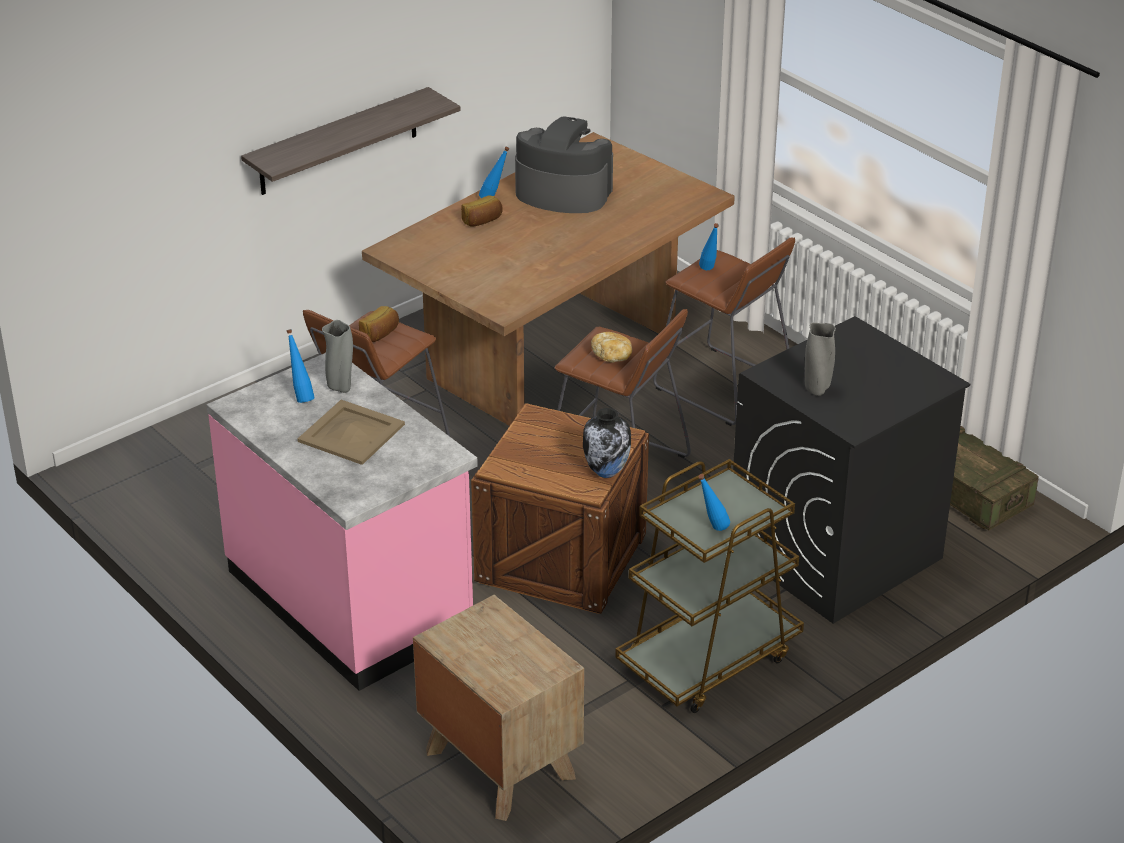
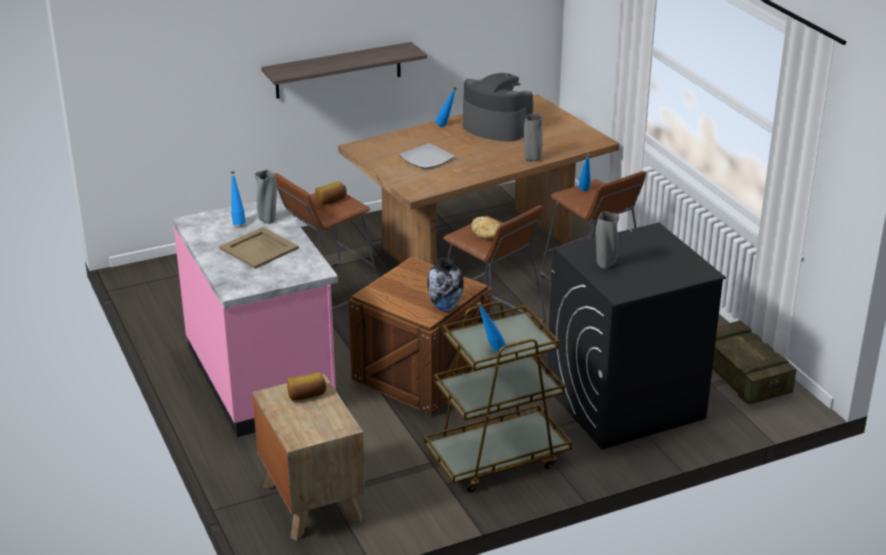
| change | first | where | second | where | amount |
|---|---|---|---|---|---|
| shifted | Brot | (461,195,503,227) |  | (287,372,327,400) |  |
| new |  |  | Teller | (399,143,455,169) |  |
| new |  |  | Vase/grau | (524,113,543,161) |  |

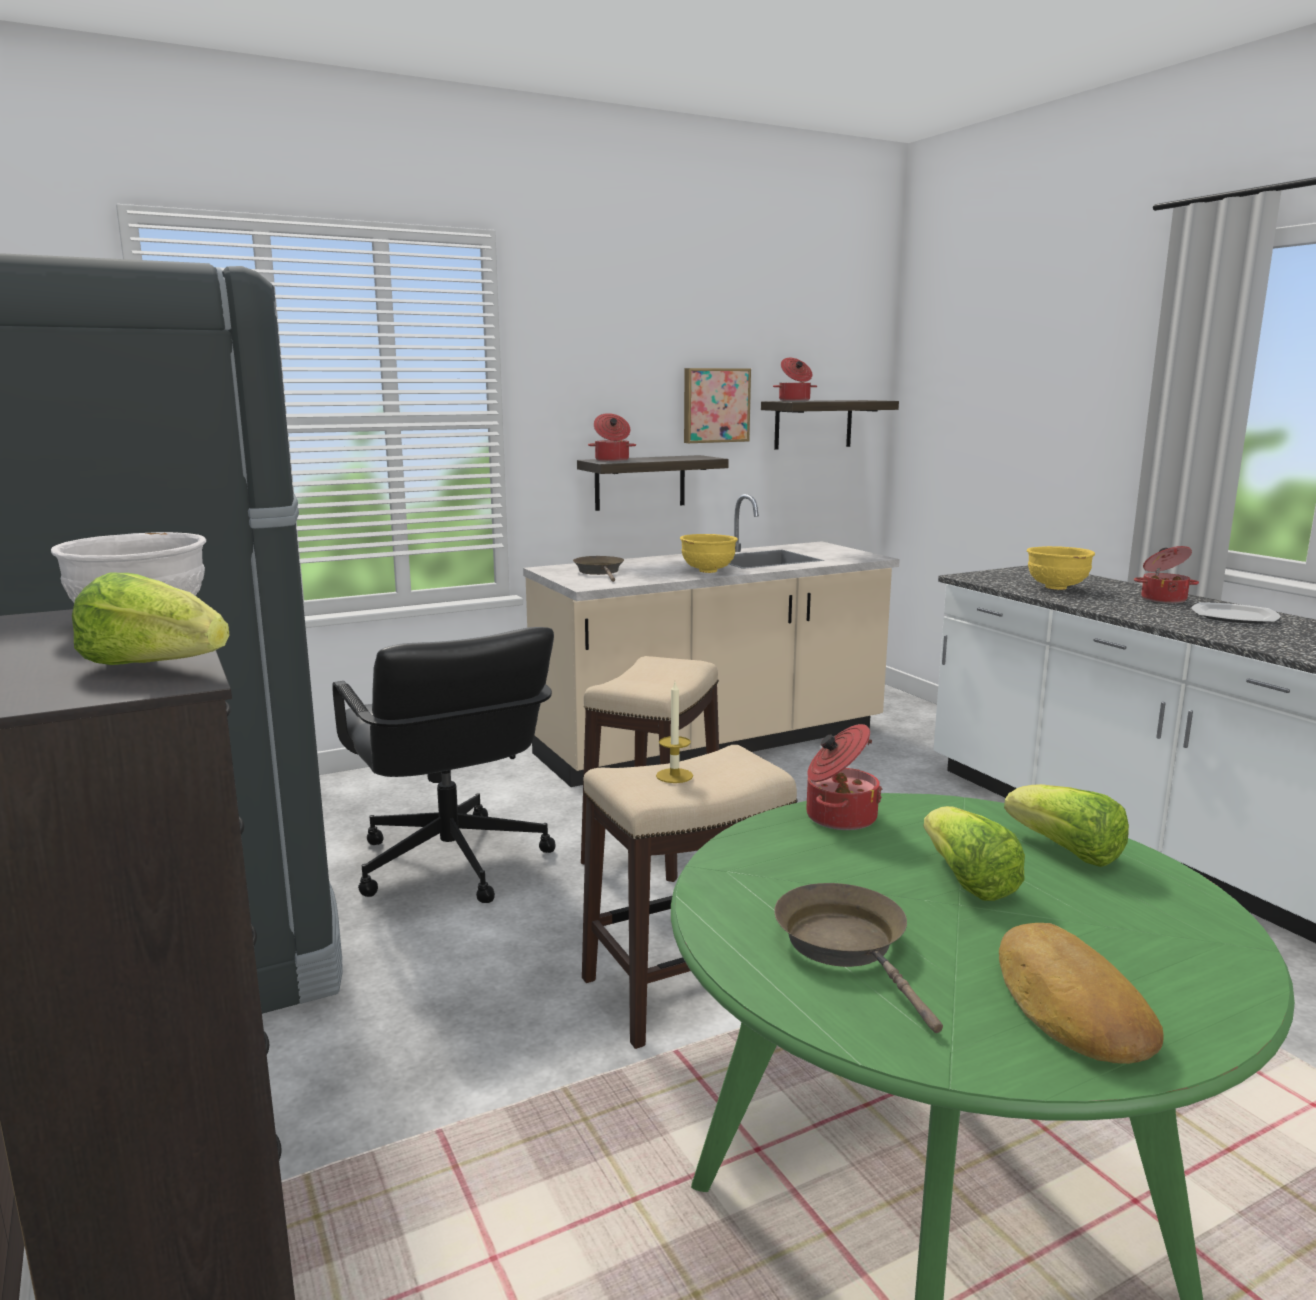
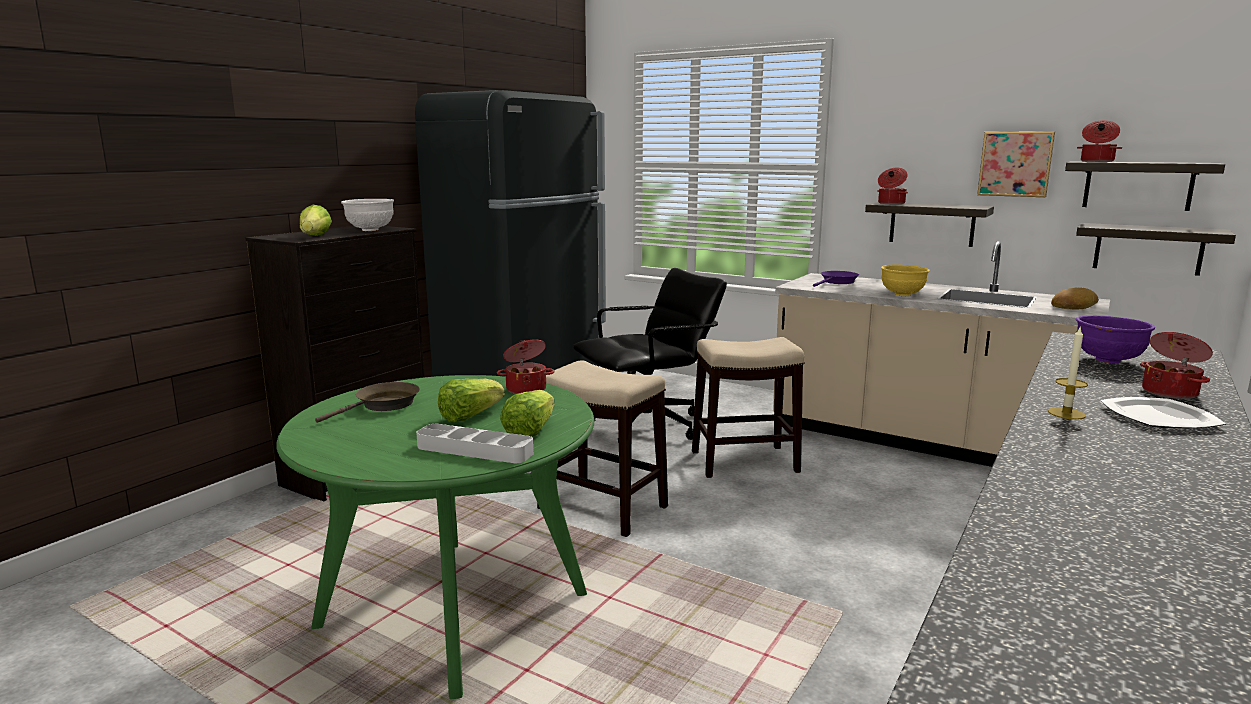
| change | first | where | second | where | amount |
|---|---|---|---|---|---|
| new |  |  | Tablett/grau | (416,424,533,463) |  |
| rotated | Bürostuhl/schwarz | (332,627,556,903) |  | (573,268,727,443) | 150 degrees counterclockwise |
| repainted | Pfanne/braun | (573,556,624,582) | Pfanne/lila | (813,271,859,287) |  |
| shifted | Kerze | (656,682,693,783) |  | (1048,328,1088,420) |  |
| shifted | Brot | (999,923,1164,1064) |  | (1051,287,1098,309) |  |
| new |  |  | Wandregal | (1076,223,1236,276) |  |
| repainted | Schüssel/gelb | (1027,546,1095,590) | Schüssel/lila | (1076,315,1155,363) |  |

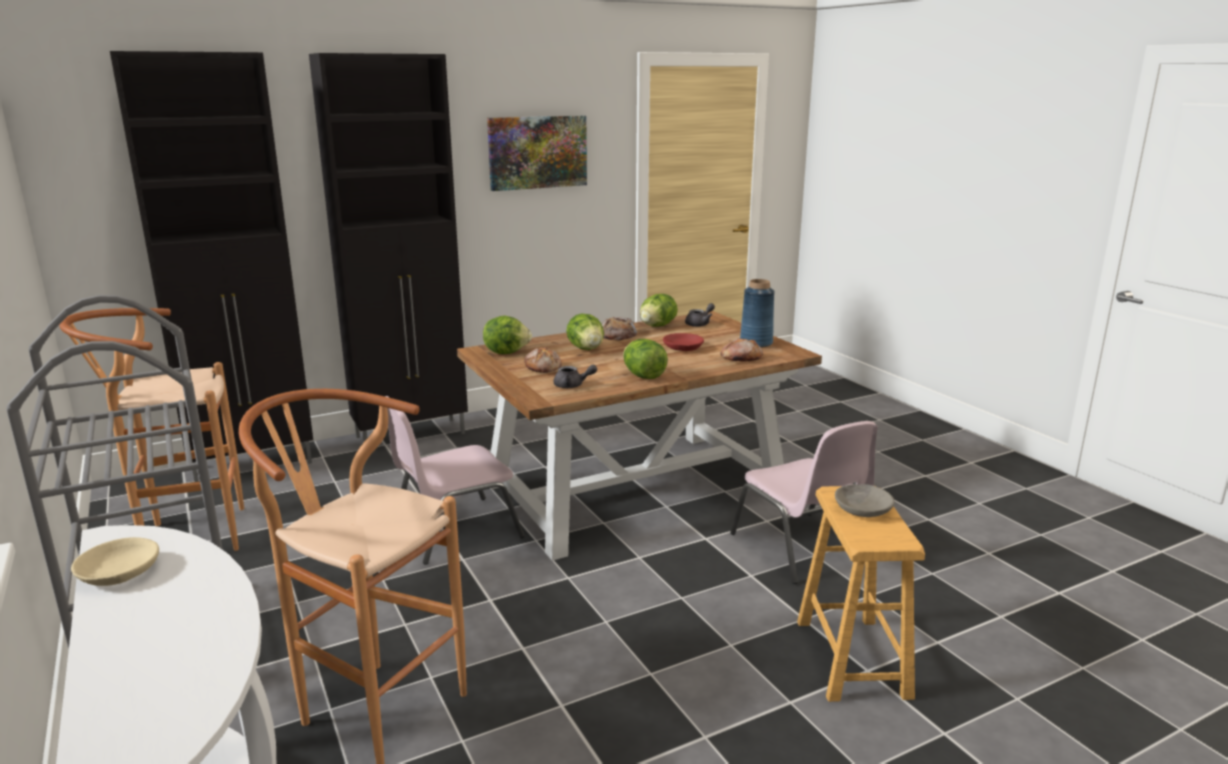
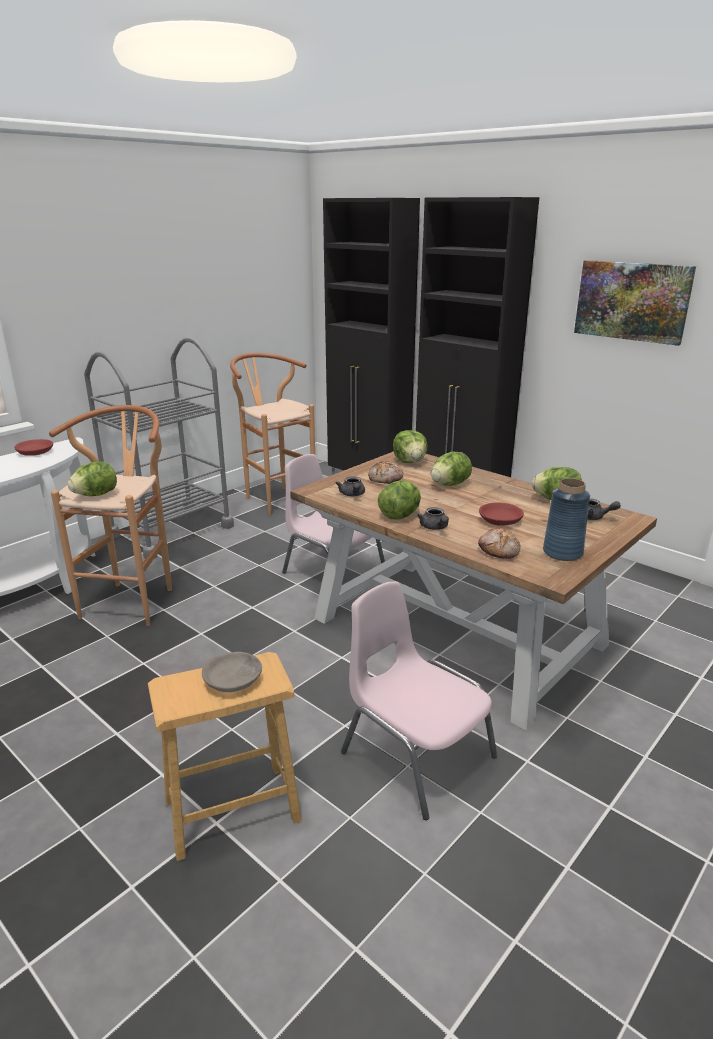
| change | first | where | second | where | amount |
|---|---|---|---|---|---|
| repainted | Schüssel/beige | (71,537,159,586) | Schüssel/rot | (14,439,53,456) |  |
| new |  |  | Salatkopf | (67,461,117,496) |  |
| rotated | Stuhl/rosa | (730,421,878,584) |  | (341,581,498,820) | 90 degrees clockwise |
| new |  |  | Teekanne/grau | (417,507,449,530) |  |
| gone | Brot | (602,317,637,340) |  |  |  |

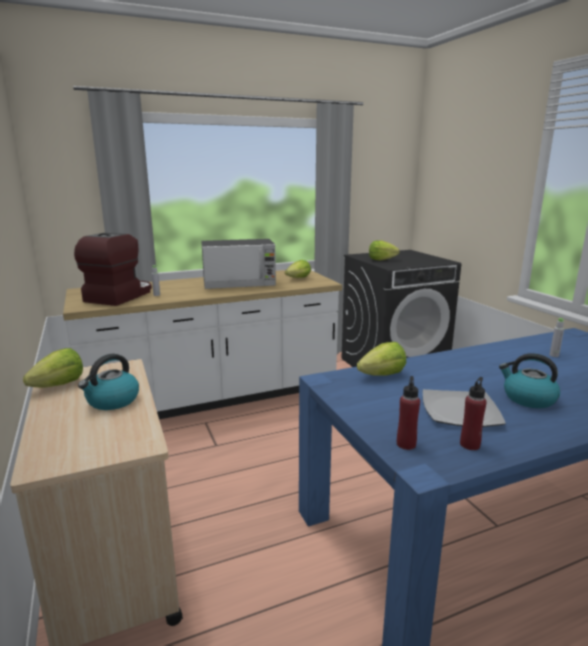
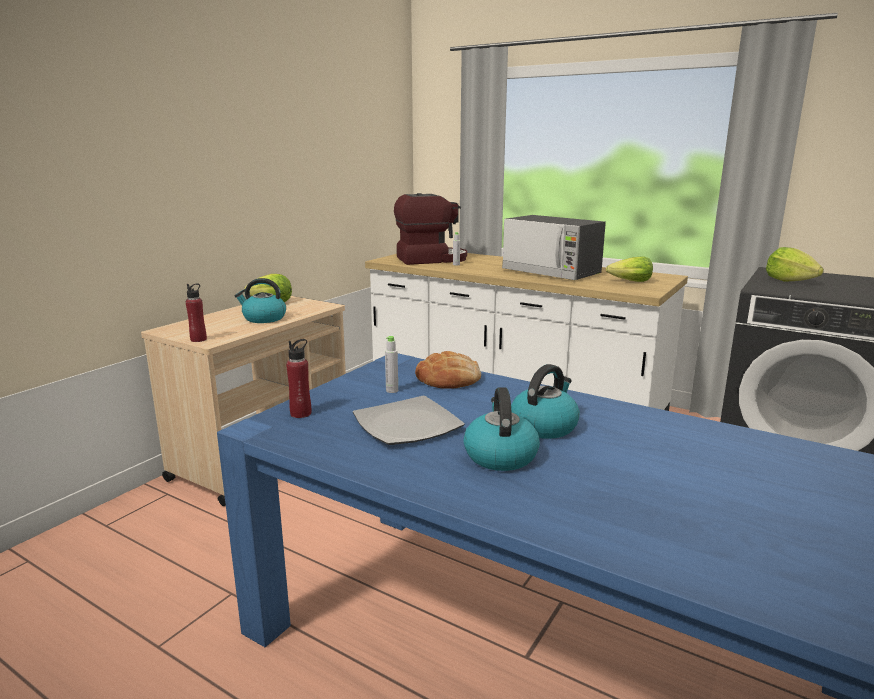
| change | first | where | second | where | amount |
|---|---|---|---|---|---|
| shifted | Flasche/rot | (460,377,487,450) |  | (186,284,207,342) |  |
| shifted | Flasche/grau | (550,318,564,357) |  | (385,336,398,393) |  |
| swapped | Salatkopf | (357,342,406,376) | Brot | (415,351,481,389) |  |
| new |  |  | Wasserkessel | (511,364,580,439) |  |

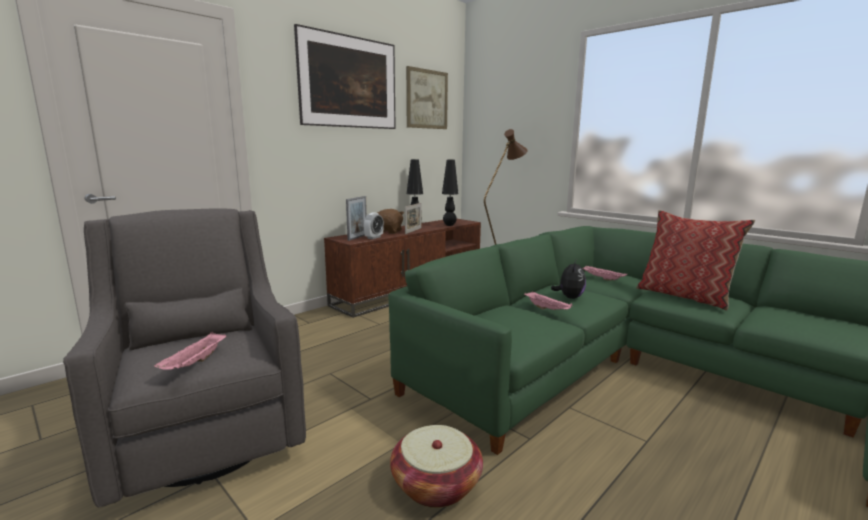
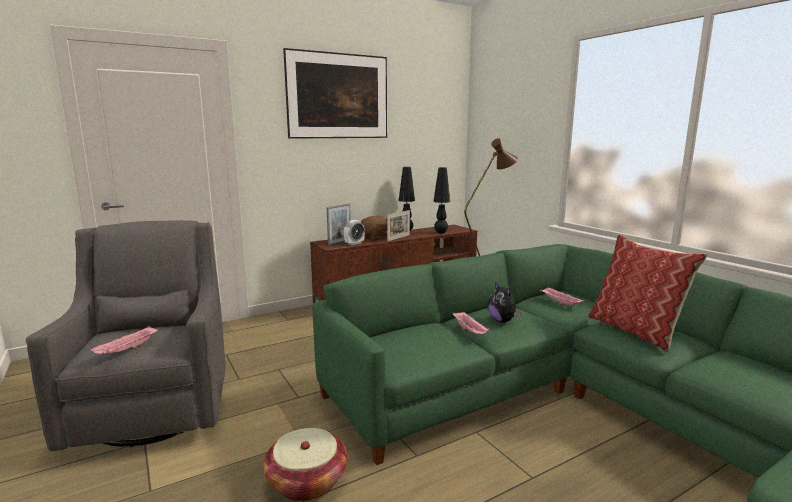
| change | first | where | second | where | amount |
|---|---|---|---|---|---|
| rotated | Plüschtier | (551,260,586,299) |  | (488,282,521,323) | 120 degrees clockwise |
| gone | Bild | (406,66,448,129) |  |  |  |

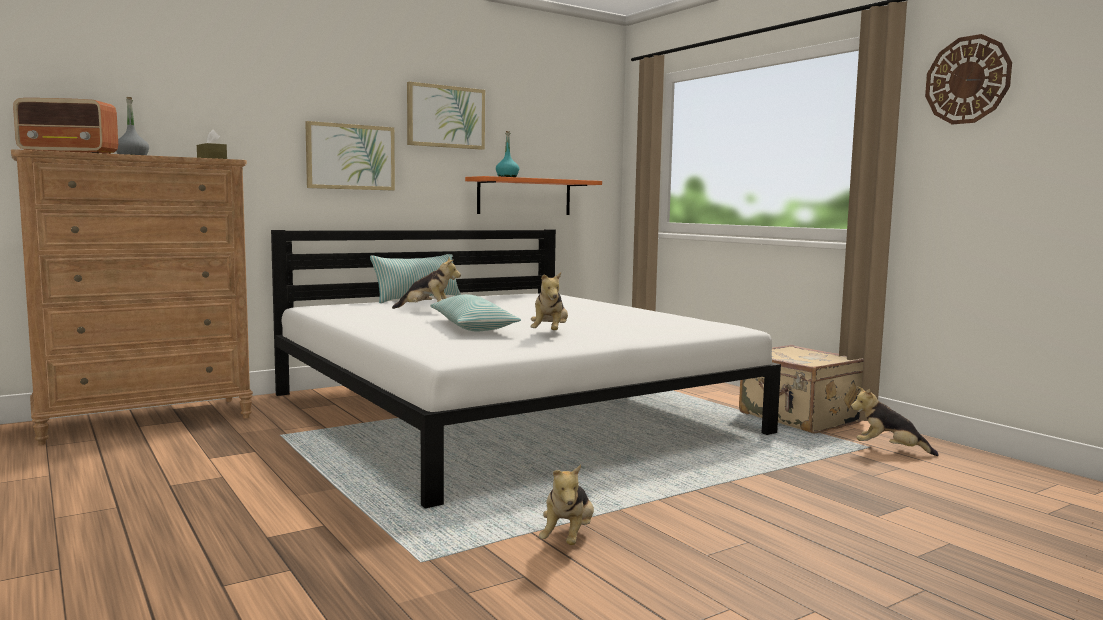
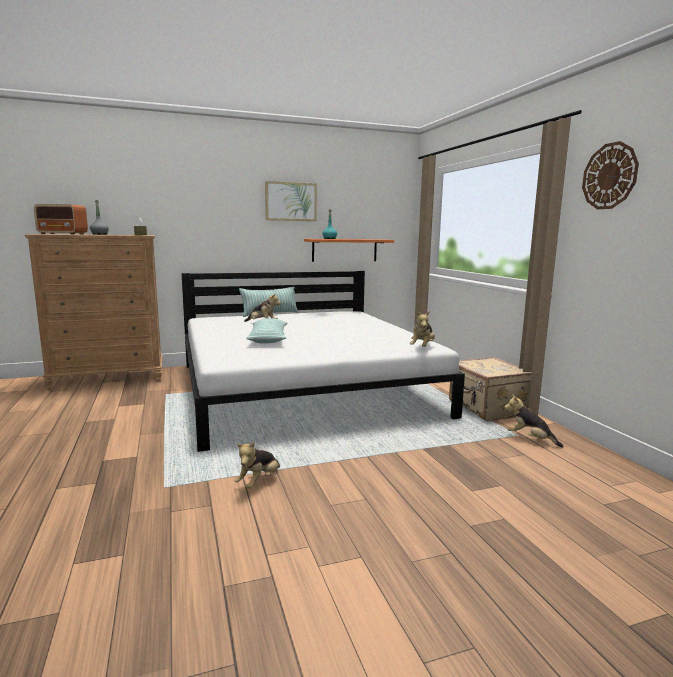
| change | first | where | second | where | amount |
|---|---|---|---|---|---|
| shifted | Plüschtier | (531,272,568,330) |  | (410,311,435,347) |  |
| gone | Bild | (305,121,395,190) |  |  |  |

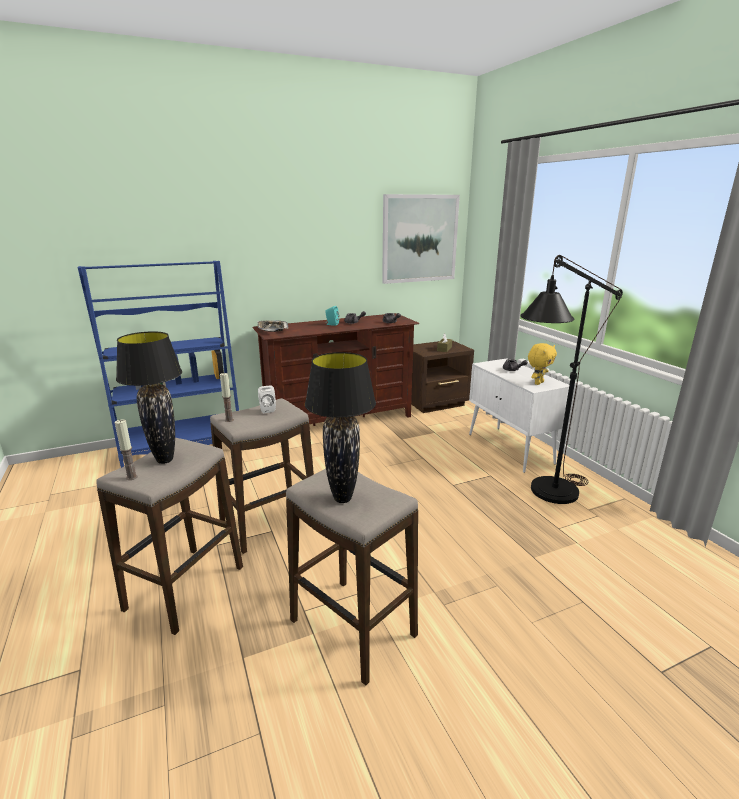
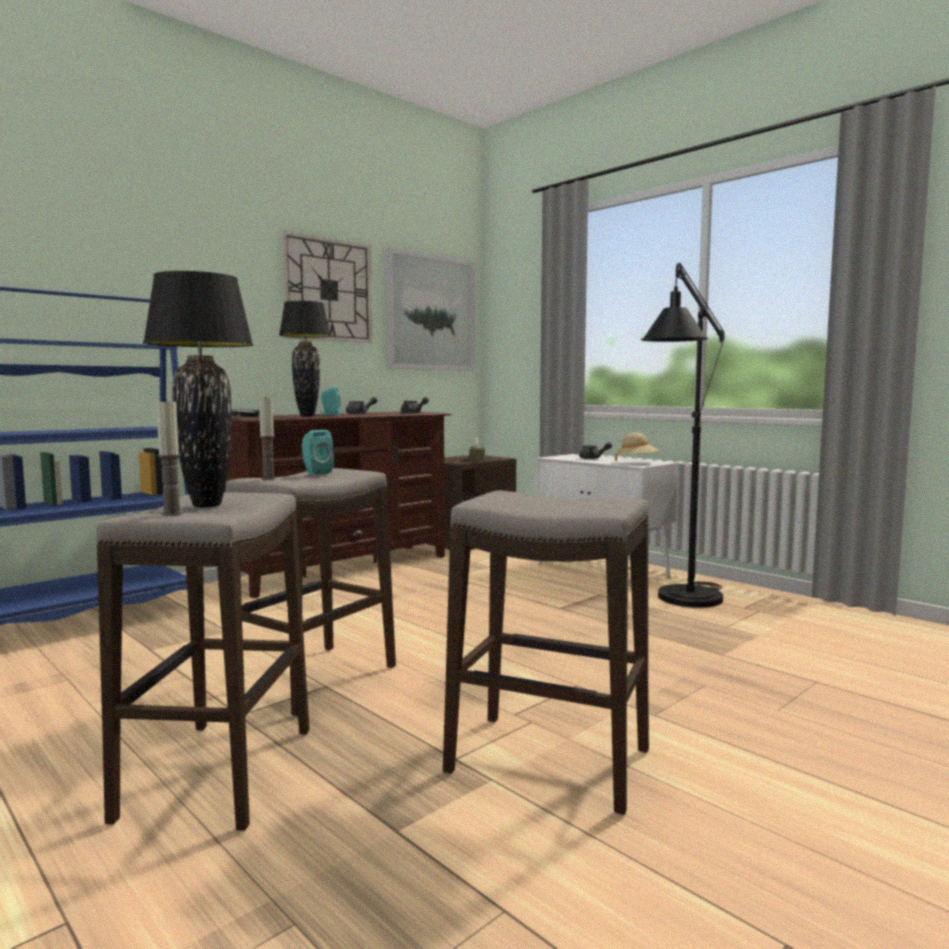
| change | first | where | second | where | amount |
|---|---|---|---|---|---|
| shifted | Tischlampe/schwarz | (305,352,376,503) |  | (279,301,331,417) |  |
| new |  |  | Wanduhr | (281,231,372,343) |  |
| repainted | Lautsprecher/weiß | (258,385,276,413) | Lautsprecher/türkis | (302,430,334,475) |  |
| swapped | Plüschtier/gelb | (528,343,557,385) | Hut/beige | (616,433,660,461) |  |

